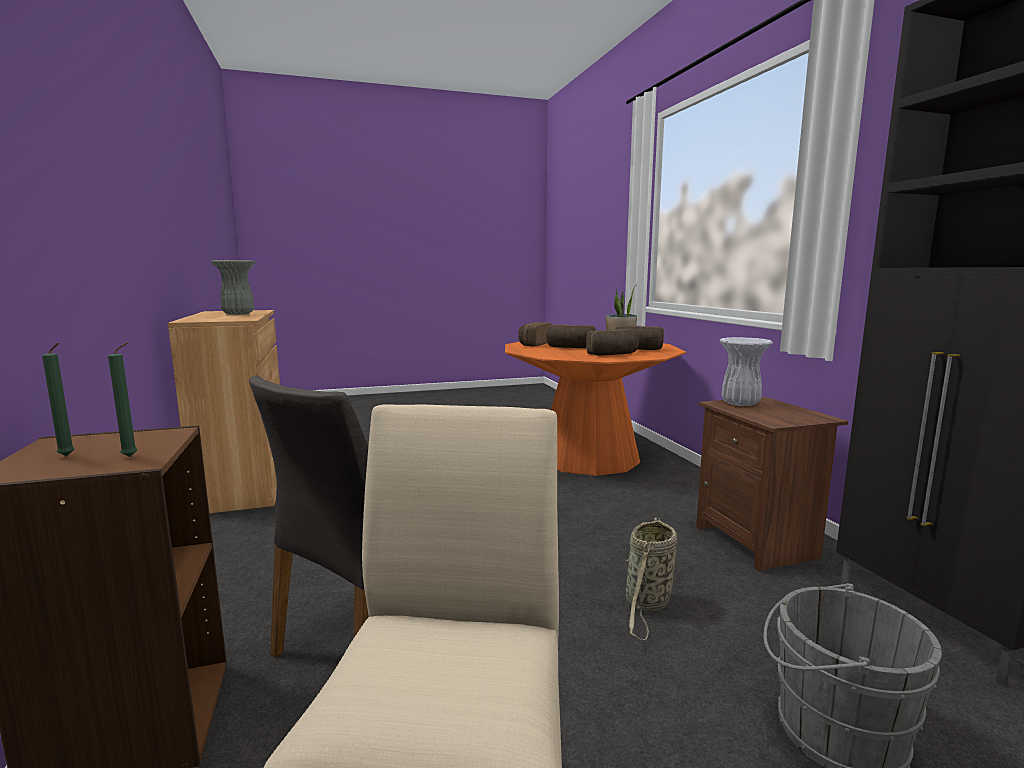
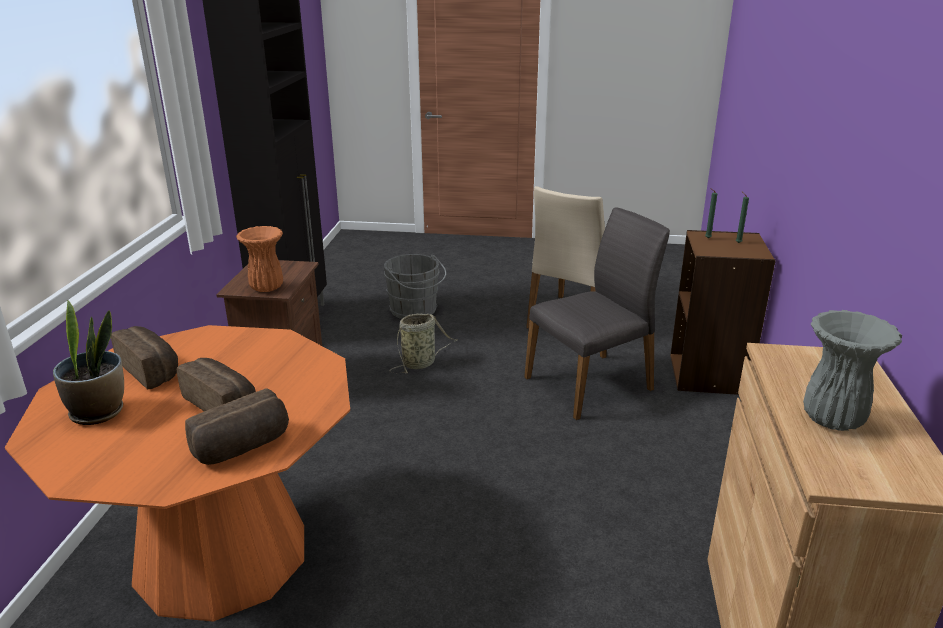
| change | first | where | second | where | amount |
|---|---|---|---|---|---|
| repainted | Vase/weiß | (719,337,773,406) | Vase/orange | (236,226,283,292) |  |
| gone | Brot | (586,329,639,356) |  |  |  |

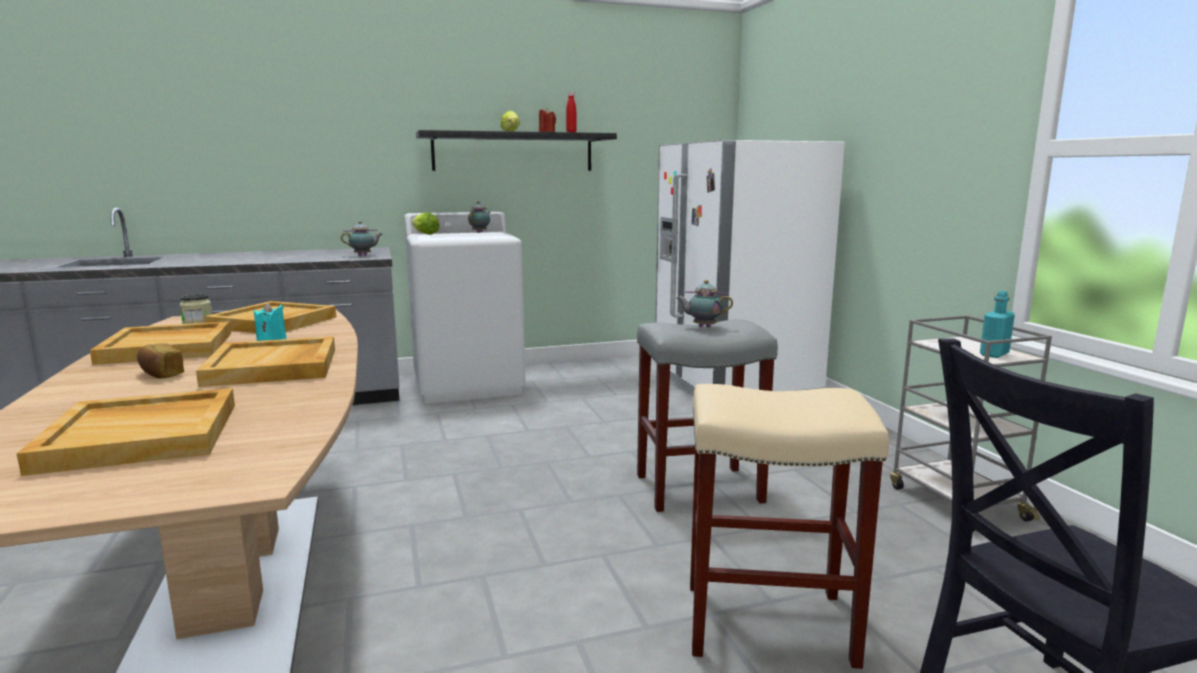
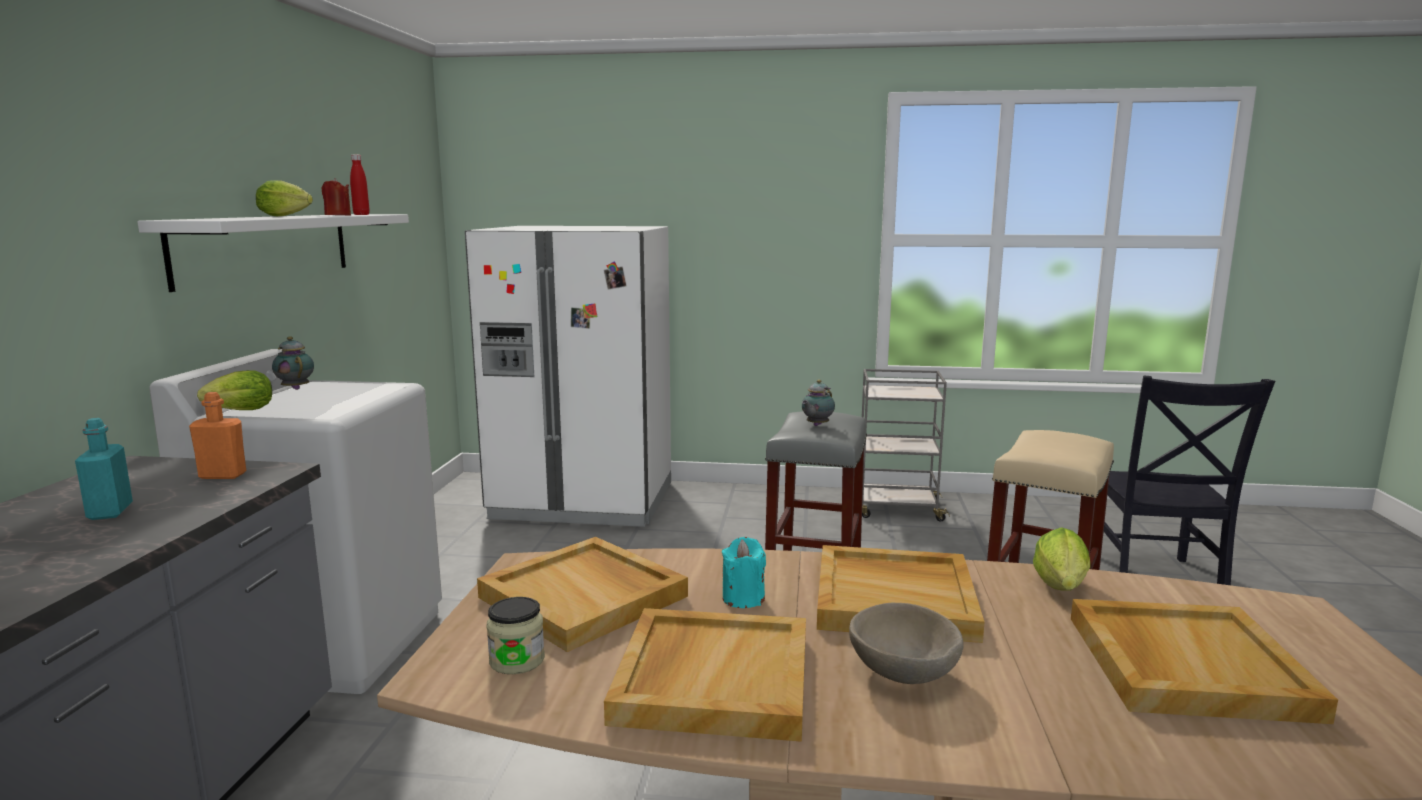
| change | first | where | second | where | amount |
|---|---|---|---|---|---|
| shifted | Flasche/türkis | (980,291,1015,358) |  | (75,418,133,520) |  |
| repainted | Wandregal/schwarz | (416,130,617,171) | Wandregal/weiß | (137,214,409,292) |  |
| swapped | Teekanne | (341,221,383,256) | Flasche/orange | (189,392,246,479) |  |
| swapped | Brot | (137,343,184,379) | Schüssel/beige | (849,603,964,684) |  |
| new |  |  | Salatkopf | (1033,527,1090,591) |  |

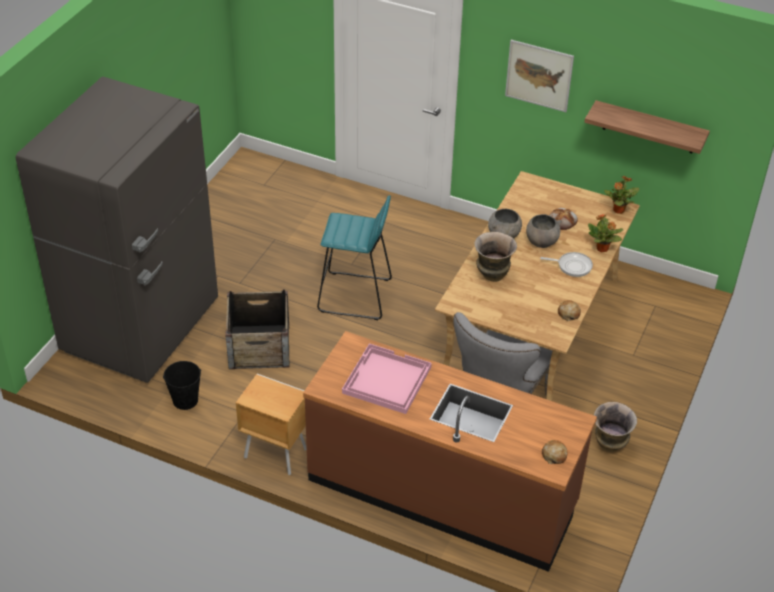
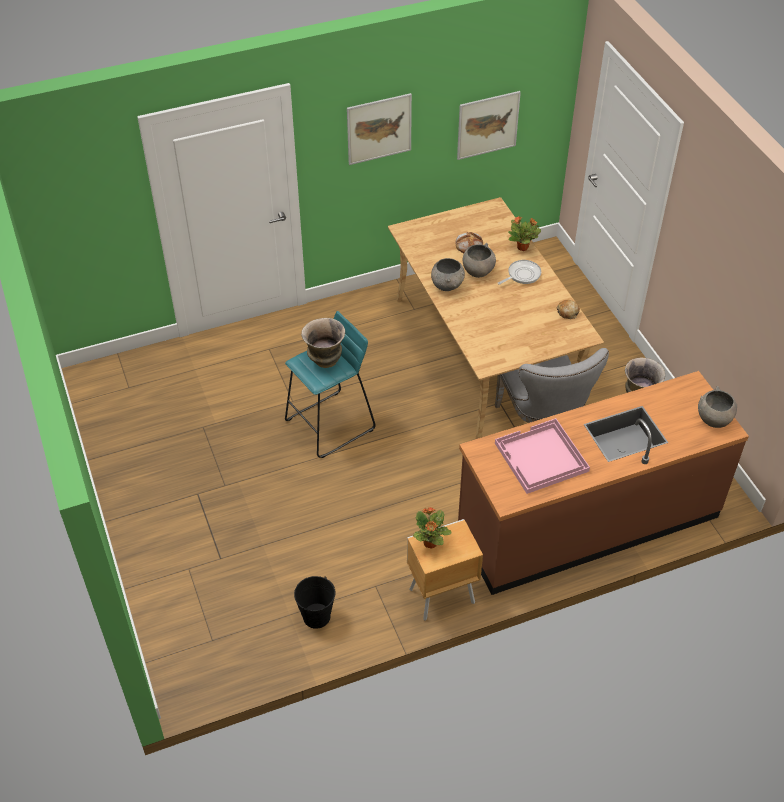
| change | first | where | second | where | amount |
|---|---|---|---|---|---|
| shifted | Vase | (474,232,517,282) |  | (301,318,345,368) |  |
| shifted | Topfpflanze | (604,176,639,214) |  | (413,507,451,549) |  |
| swapped | Wandregal | (584,100,710,154) | Bild | (457,91,521,160) |  |
| swapped | Brot | (542,440,567,464) | Schüssel/grau | (698,386,737,428) |  |
| gone | Kühlschrank/grau | (16,77,218,383) |  |  |  |
| gone | Kiste | (225,290,290,369) |  |  |  |

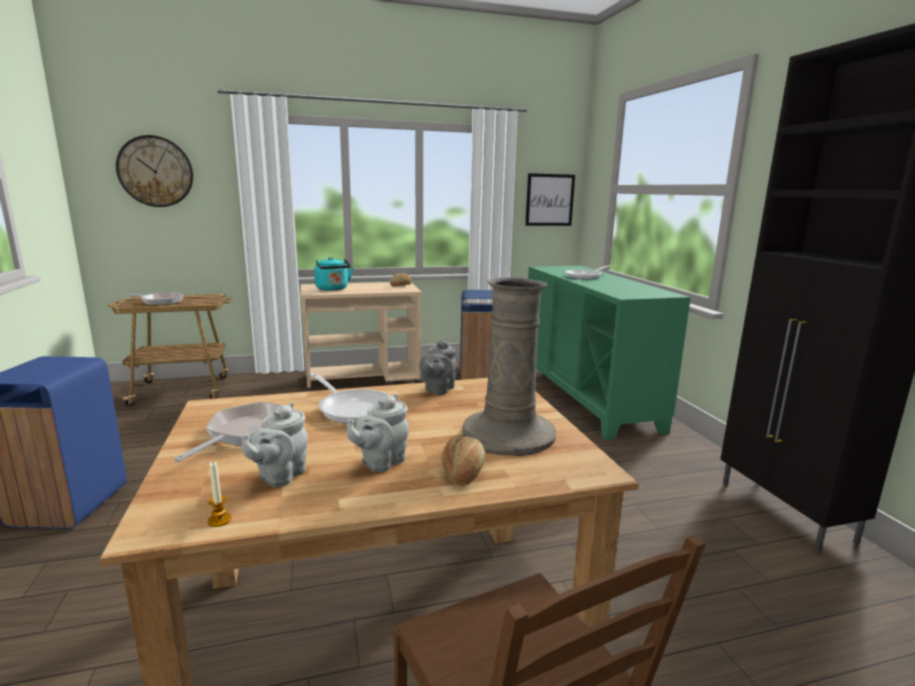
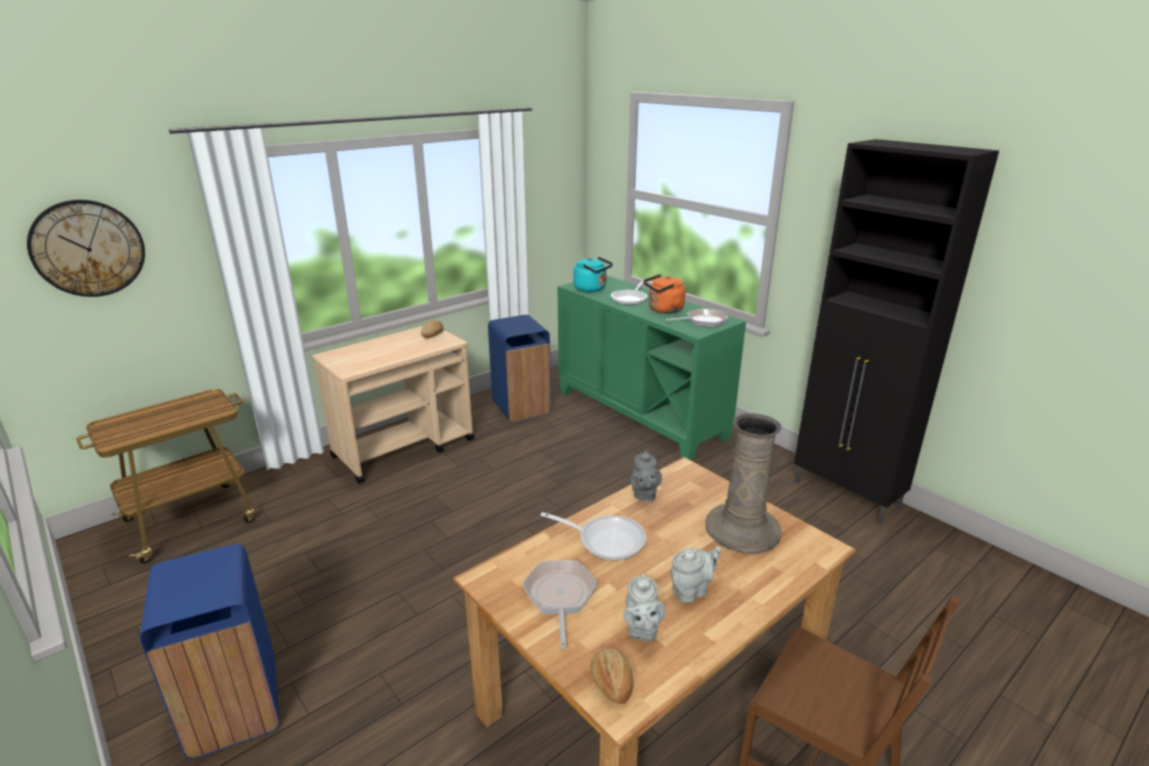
| change | first | where | second | where | amount |
|---|---|---|---|---|---|
| shifted | Wasserkessel/türkis | (314,257,354,291) |  | (574,257,613,292) |  |
| shifted | Brot | (441,435,485,486) |  | (591,649,633,704) |  |
| new |  |  | Wasserkessel/orange | (643,274,685,314) |  |
| shifted | Pfanne | (128,293,184,305) |  | (666,308,729,328) |  |
| rotated | Teekanne/grau | (346,394,409,472) |  | (671,546,721,603) | 135 degrees counterclockwise |
| gone | Kerze | (208,462,232,527) |  |  |  |
| gone | Bild | (525,173,575,226) |  |  |  |

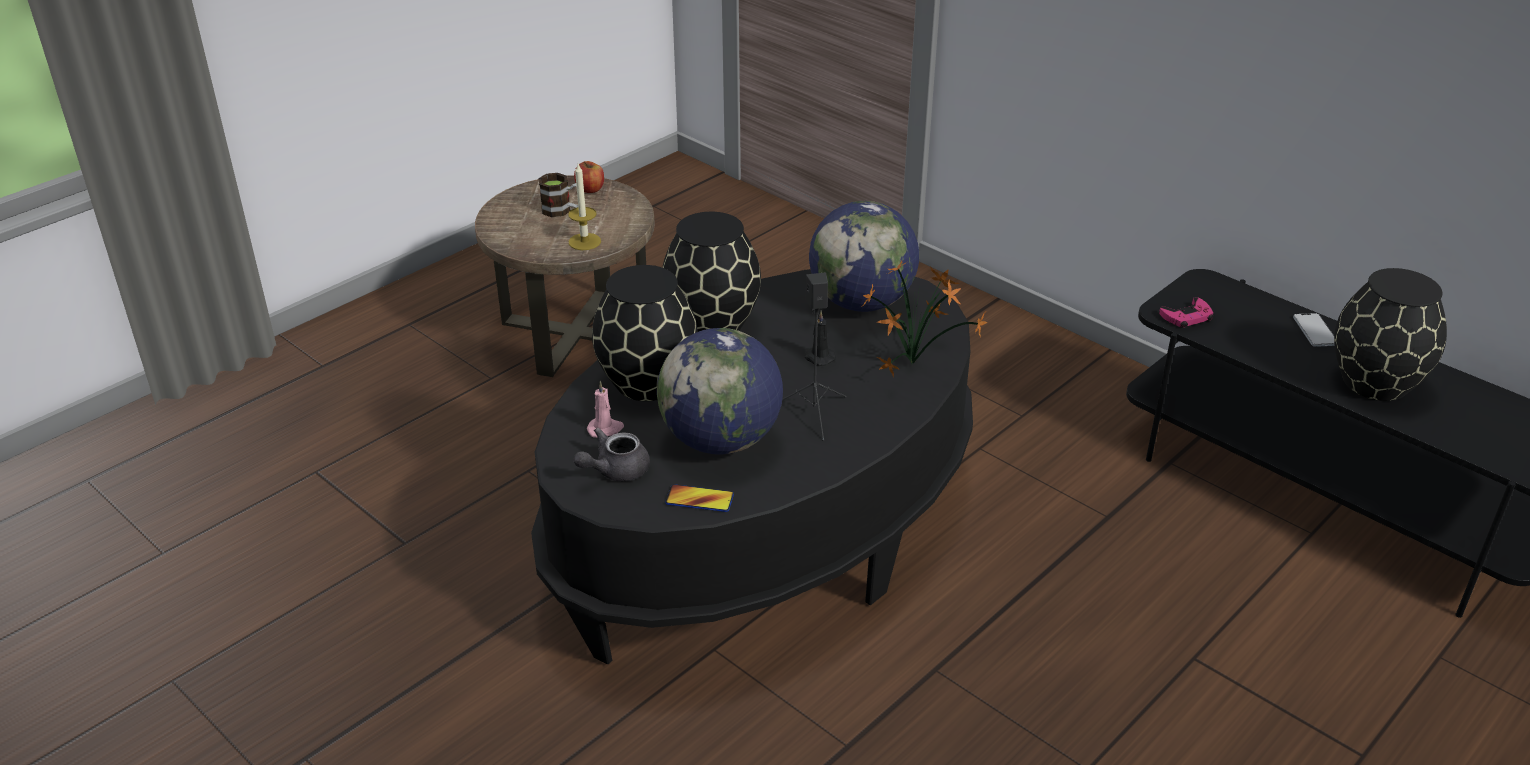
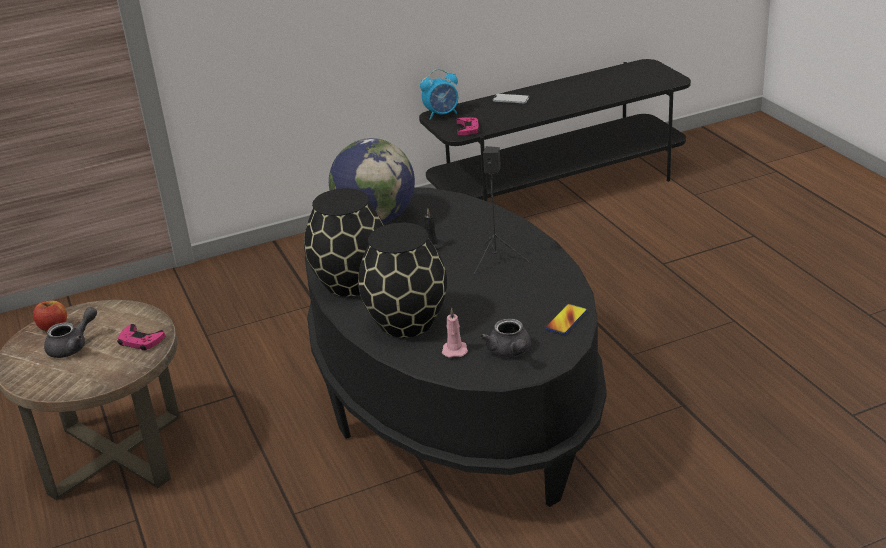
| change | first | where | second | where | amount |
|---|---|---|---|---|---|
| swapped | Henkelbecher | (538,173,578,217) | Teekanne/grau | (44,307,97,358) |  |
| swapped | Kerze | (568,164,601,250) | Gamepad/rosa | (117,324,165,350) |  |
| new |  |  | Wecker | (420,69,458,120) |  |
| gone | Globus | (657,328,783,454) |  |  |  |
| gone | Topfpflanze | (861,261,988,378) |  |  |  |
| gone | Vase/schwarz | (1334,268,1447,401) |  |  |  |

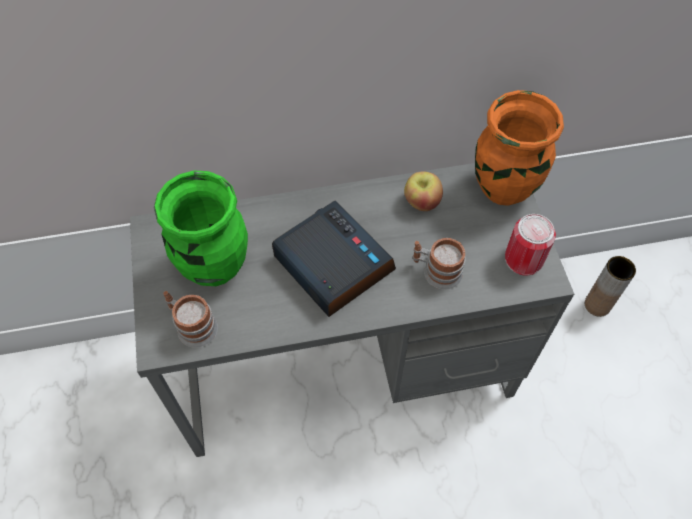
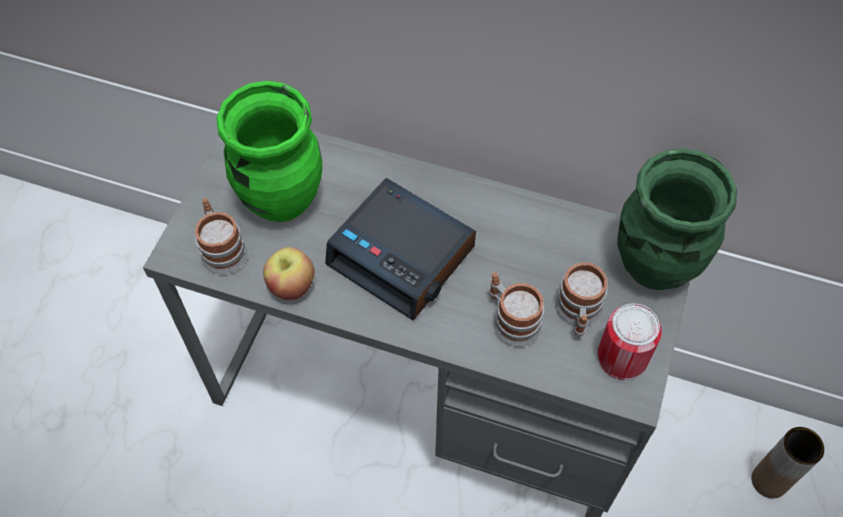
| change | first | where | second | where | amount |
|---|---|---|---|---|---|
| shifted | Apfel | (404,171,443,211) |  | (263,247,314,300) |  |
| rotated | Wecker | (272,200,396,317) |  | (325,178,476,321) | 135 degrees clockwise |
| new |  |  | Henkelbecher | (555,262,607,337) |  |
| repainted | Vase/orange | (475,90,564,206) | Vase/grün | (618,148,737,290) |  |

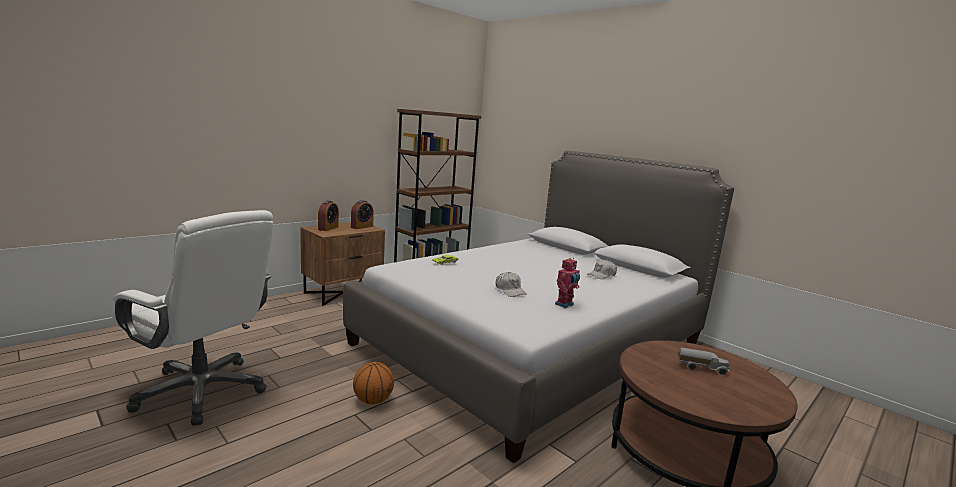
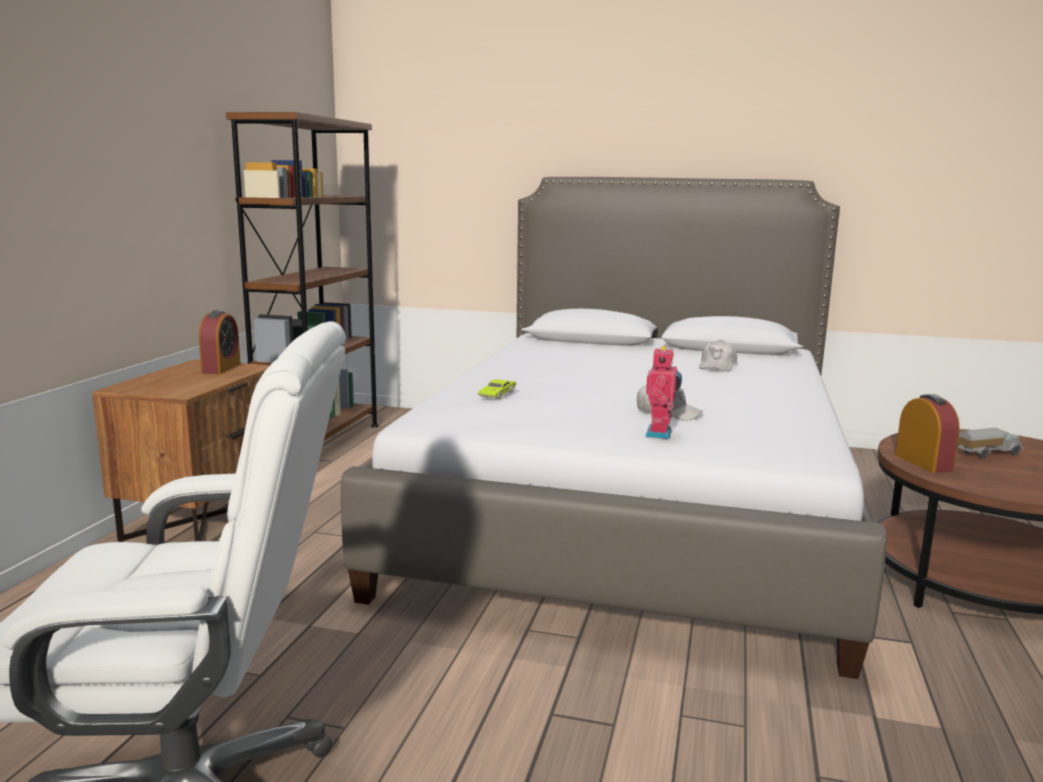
| change | first | where | second | where | amount |
|---|---|---|---|---|---|
| shifted | Spielzeugroboter | (555,258,580,308) |  | (645,345,682,439) |  |
| shifted | Wecker | (318,201,339,231) |  | (895,394,960,473) |  |
| gone | Basketball | (353,362,394,404) |  |  |  |

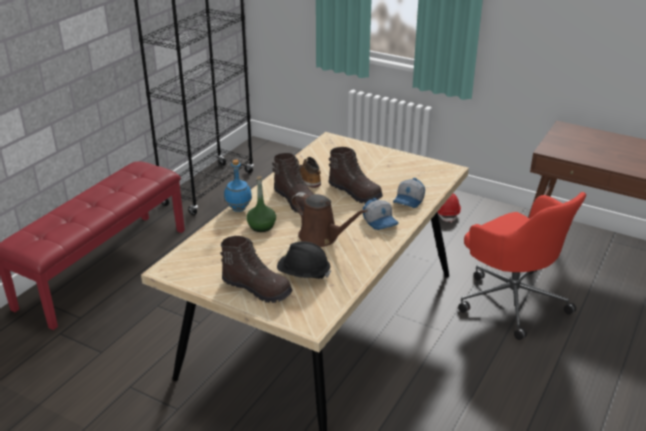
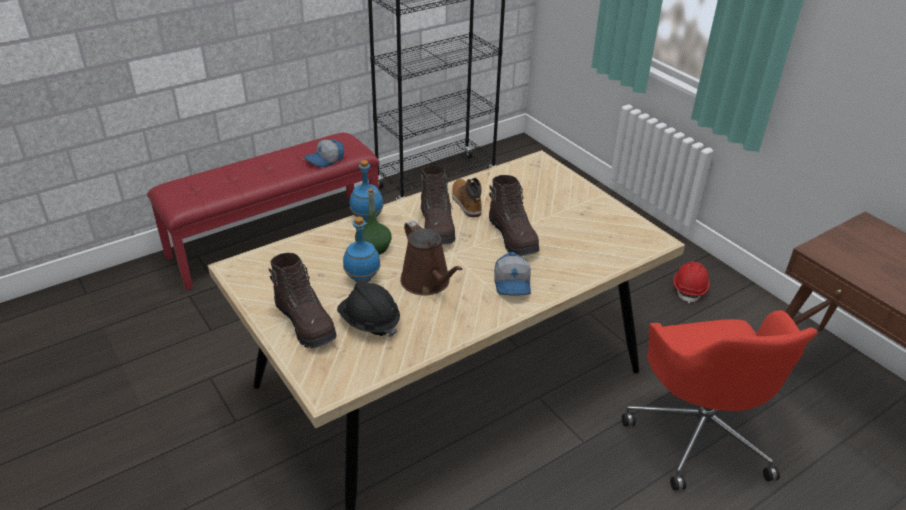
| change | first | where | second | where | amount |
|---|---|---|---|---|---|
| shifted | Kappe | (393,178,425,208) |  | (304,139,344,167) |  |
| new |  |  | Flasche/blau | (343,217,381,283) |  |

